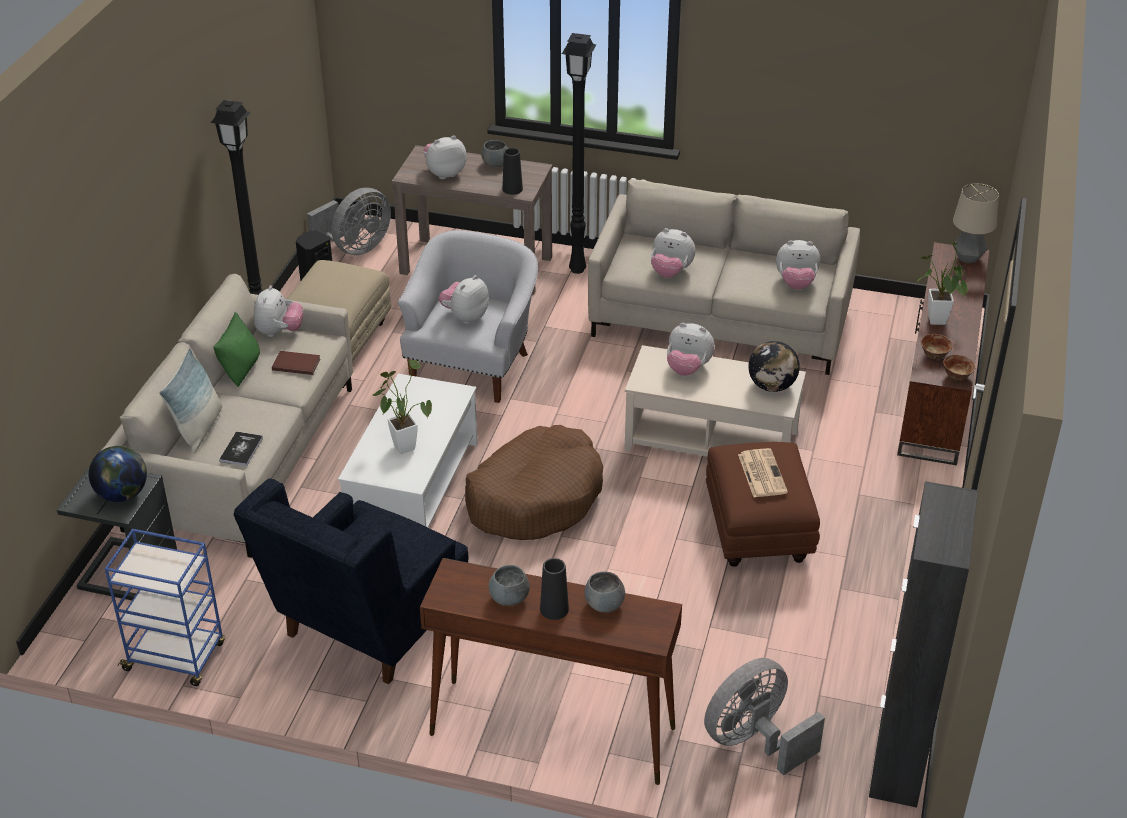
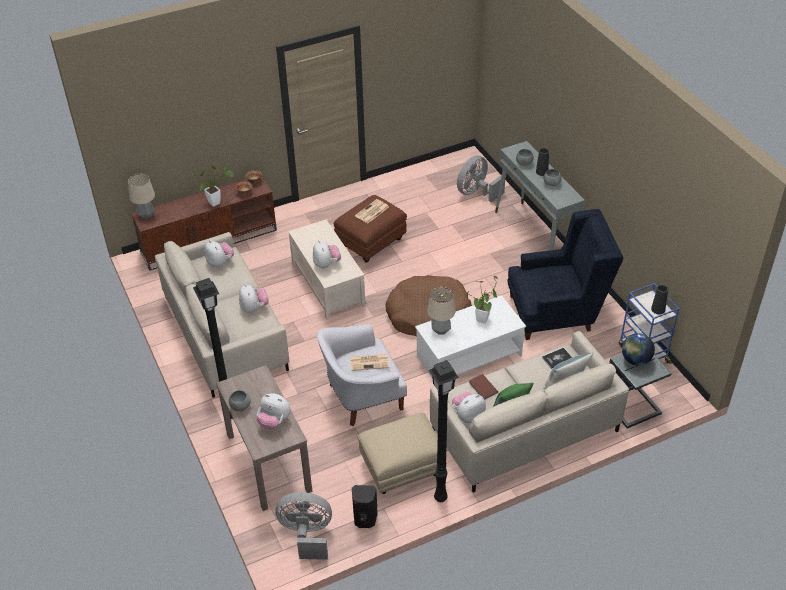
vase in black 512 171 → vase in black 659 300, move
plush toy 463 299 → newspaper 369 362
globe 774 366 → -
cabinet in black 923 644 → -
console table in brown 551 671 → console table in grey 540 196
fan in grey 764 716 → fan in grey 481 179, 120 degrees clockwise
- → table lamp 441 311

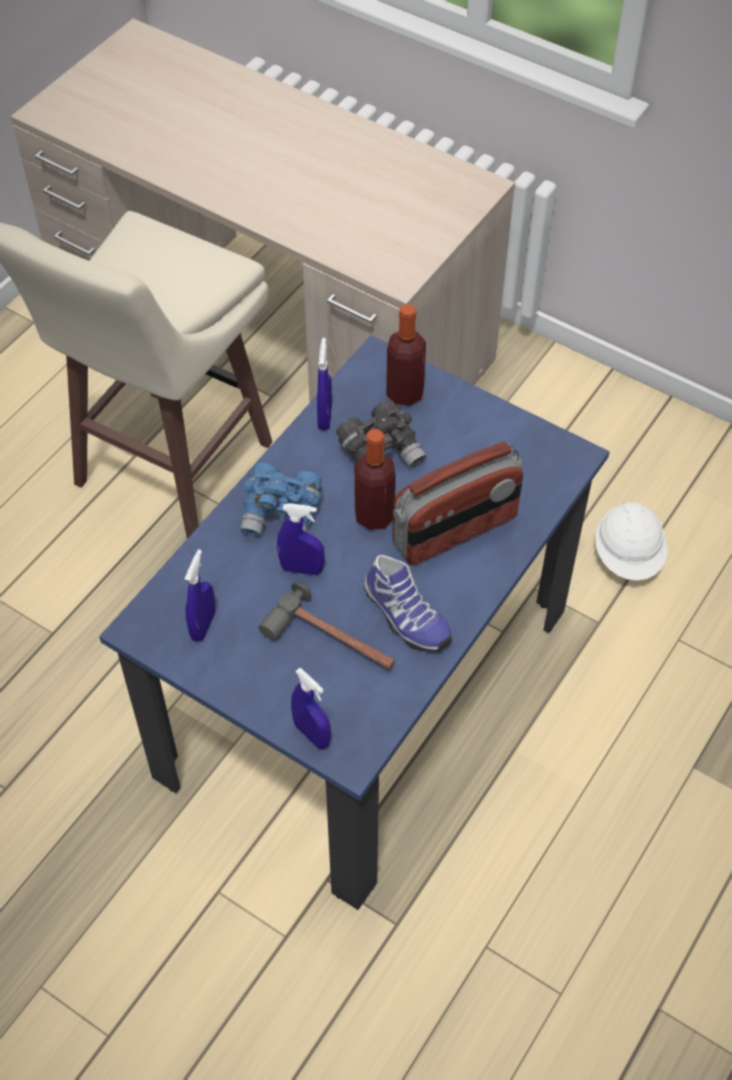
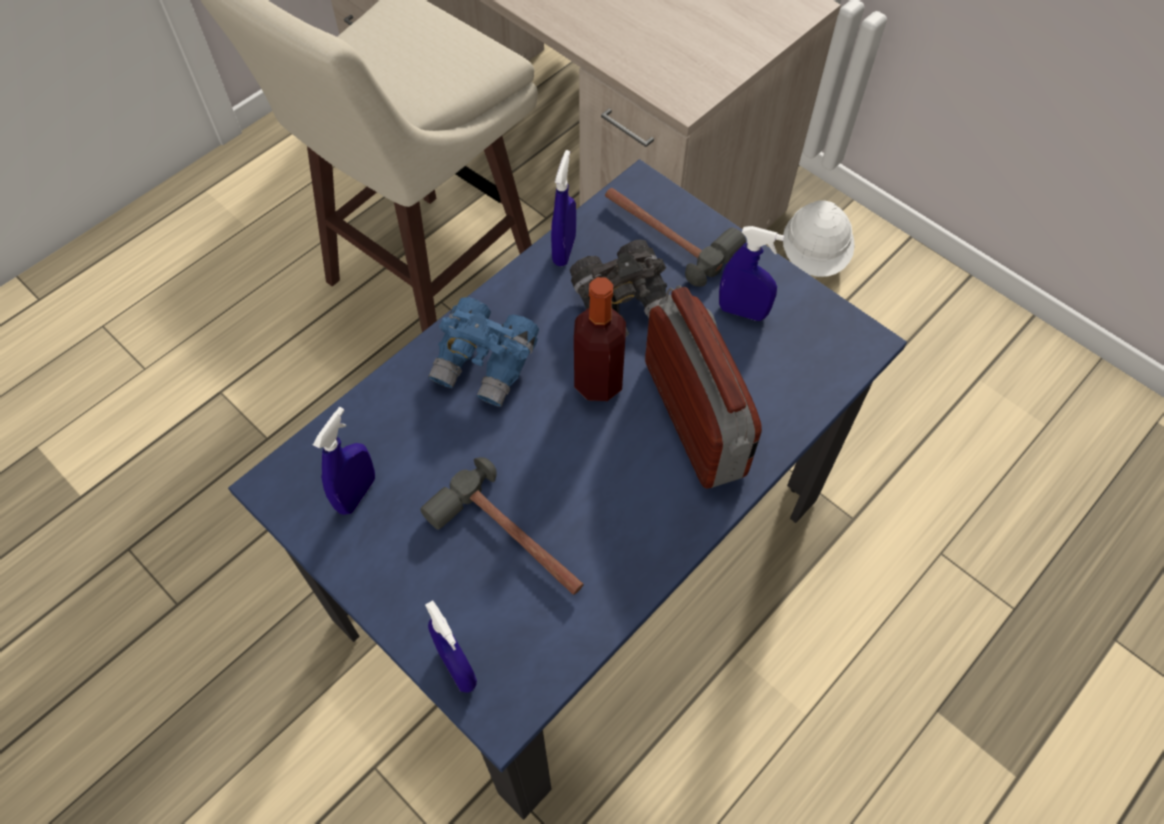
bottle 406 355 → hammer 675 237
radio 457 503 → radio 703 387, 90 degrees counterclockwise
hard hat in white 631 541 → hard hat in white 819 239, move
spray bottle in blue 301 539 → spray bottle in blue 751 273, move
shoe 408 603 → -

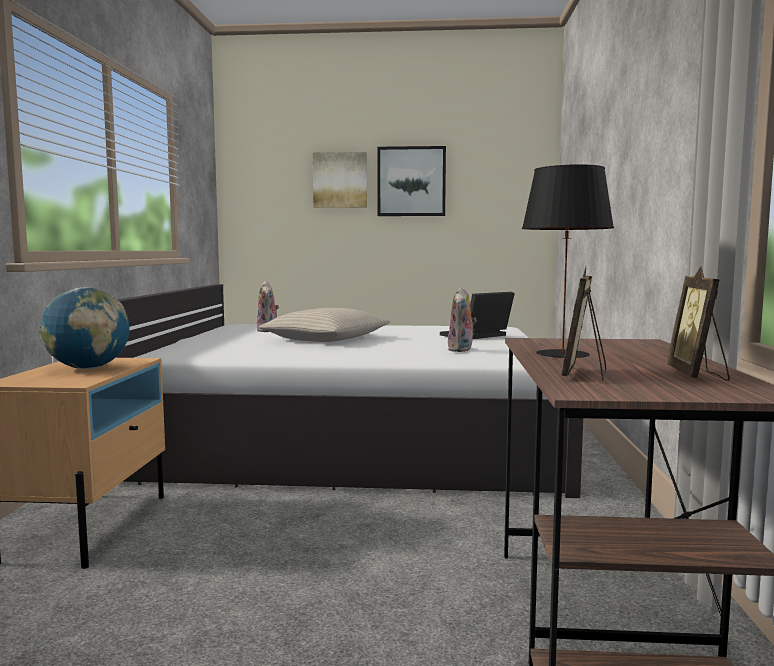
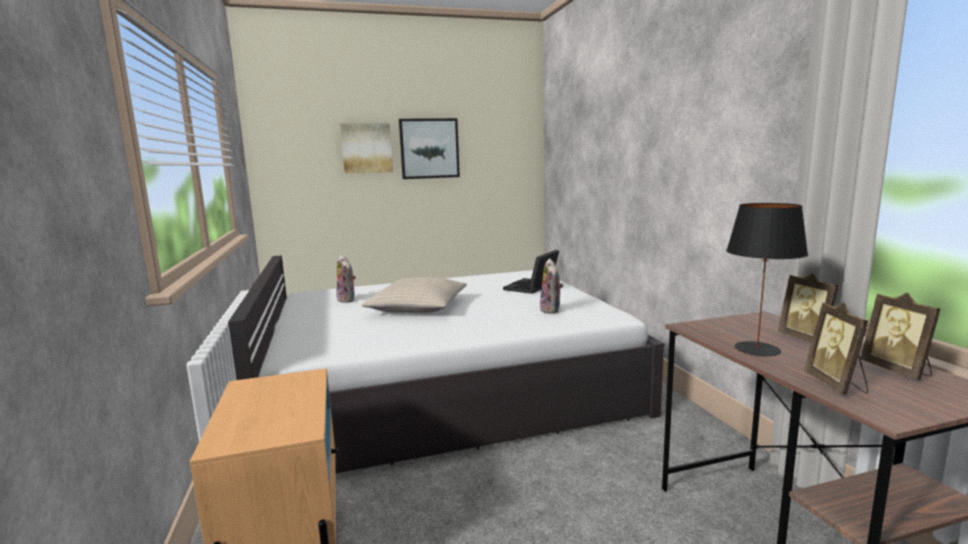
globe 84 328 → -
- → picture frame 808 307

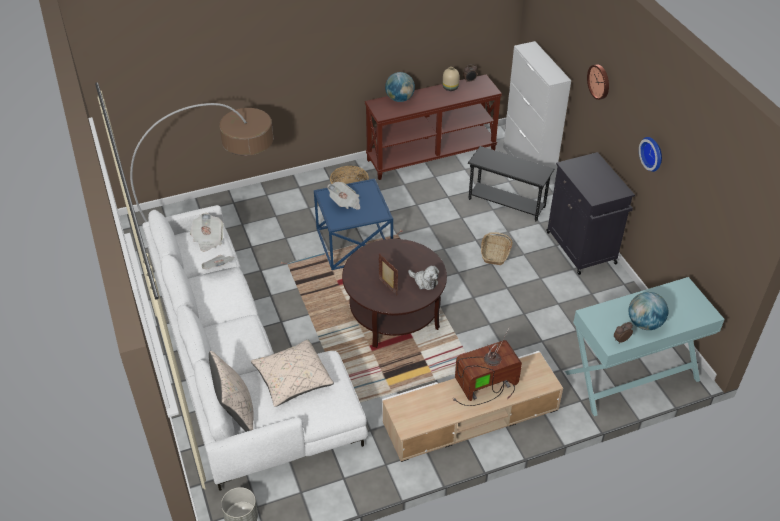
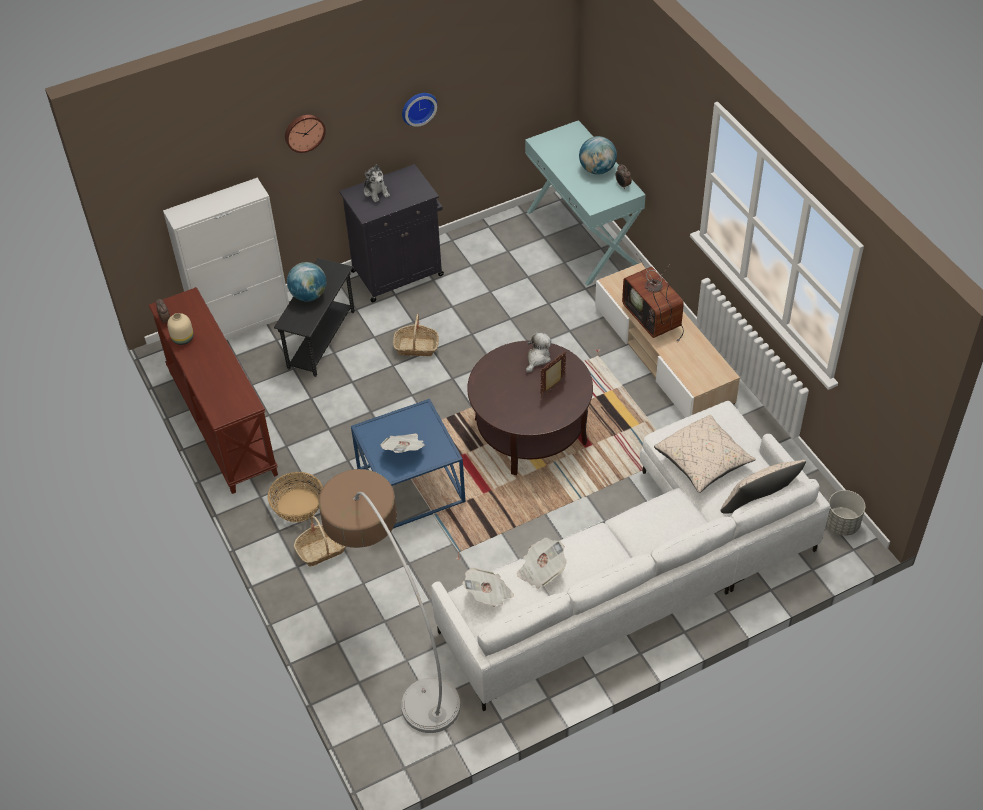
globe 400 87 → globe 306 281, move
- → plush toy 377 183
- → basket 320 541

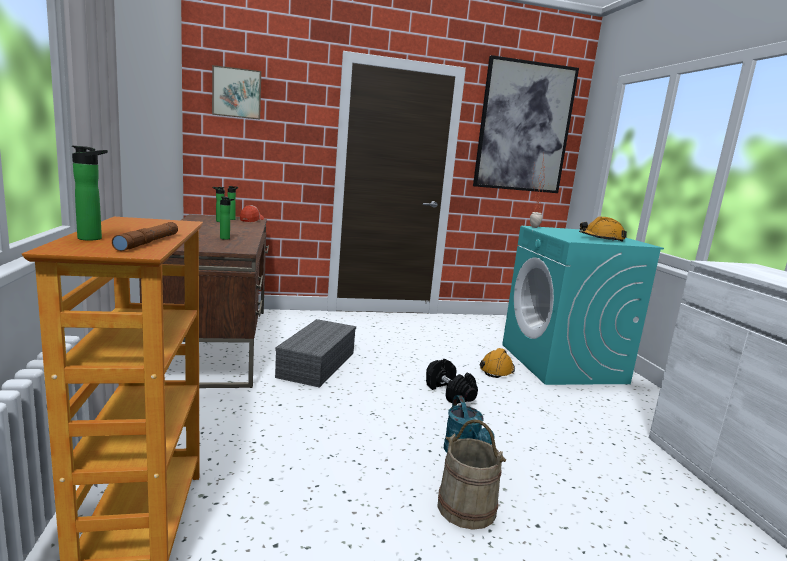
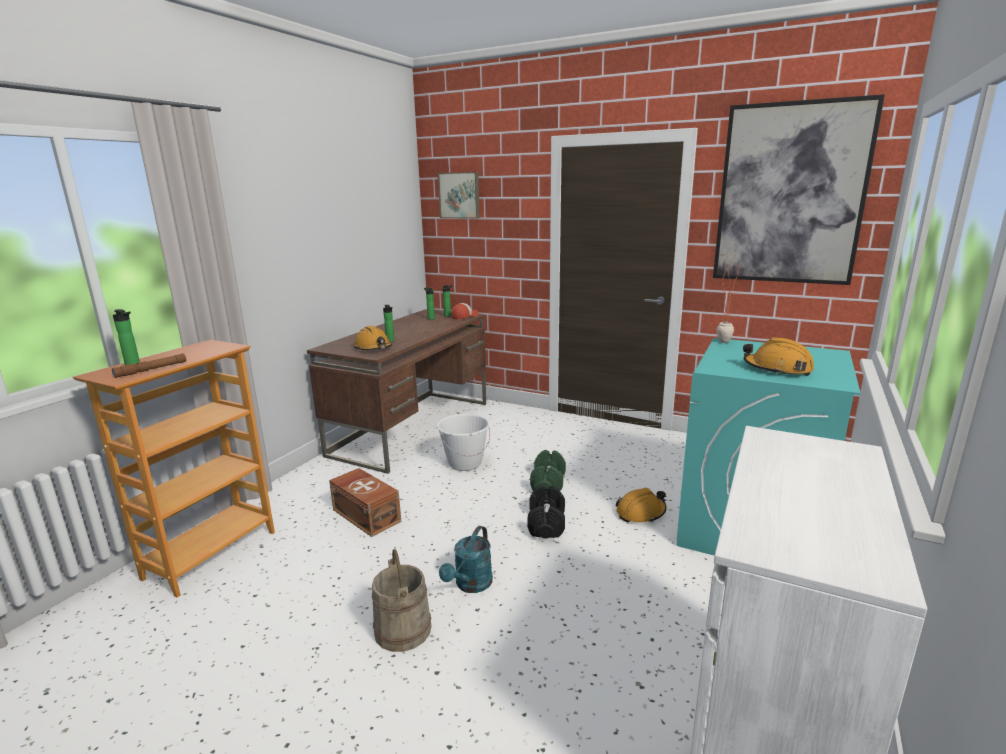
storage box in grey 315 353 → bucket in white 463 442
- → hard hat in orange 373 338
- → dumbbell in green 548 470
- → storage box in brown 365 502

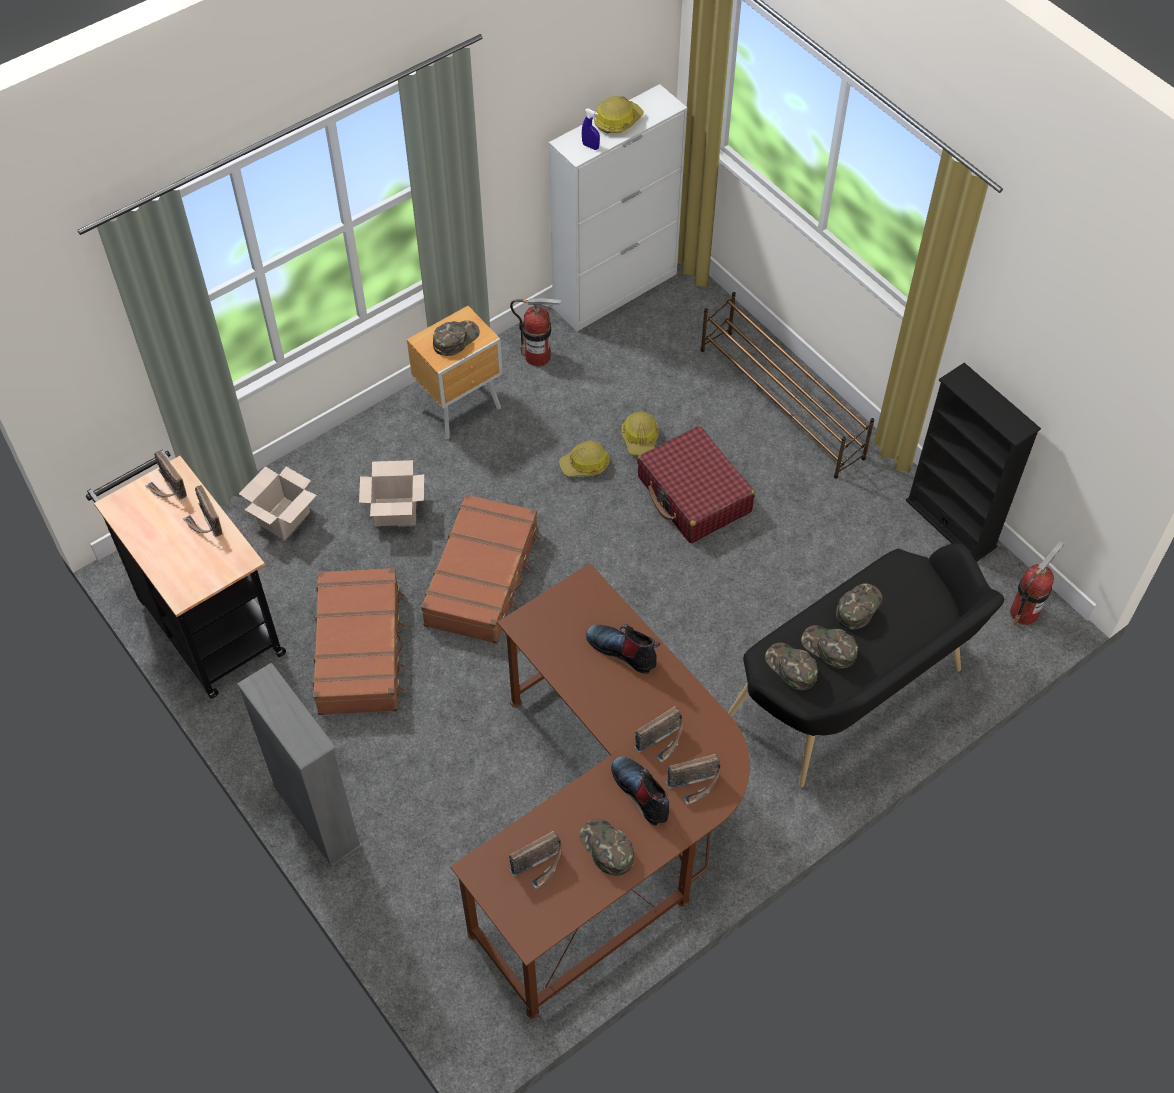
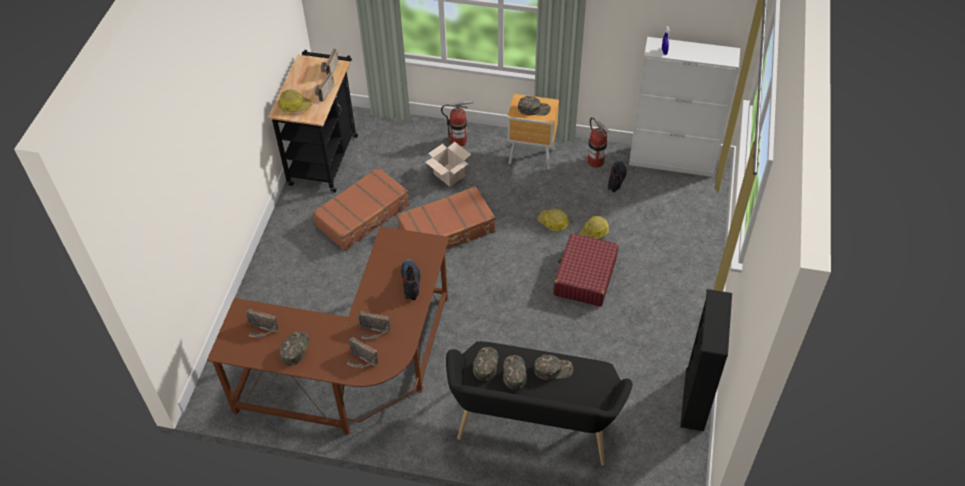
hard hat 619 114 → hard hat 295 100, move
shoe rack in brown 787 385 → -
cardboard box 278 503 → -
fire extinguisher 1037 582 → fire extinguisher 457 123, move
bookcase in grey 300 765 → -
boot 640 791 → boot 617 176, move

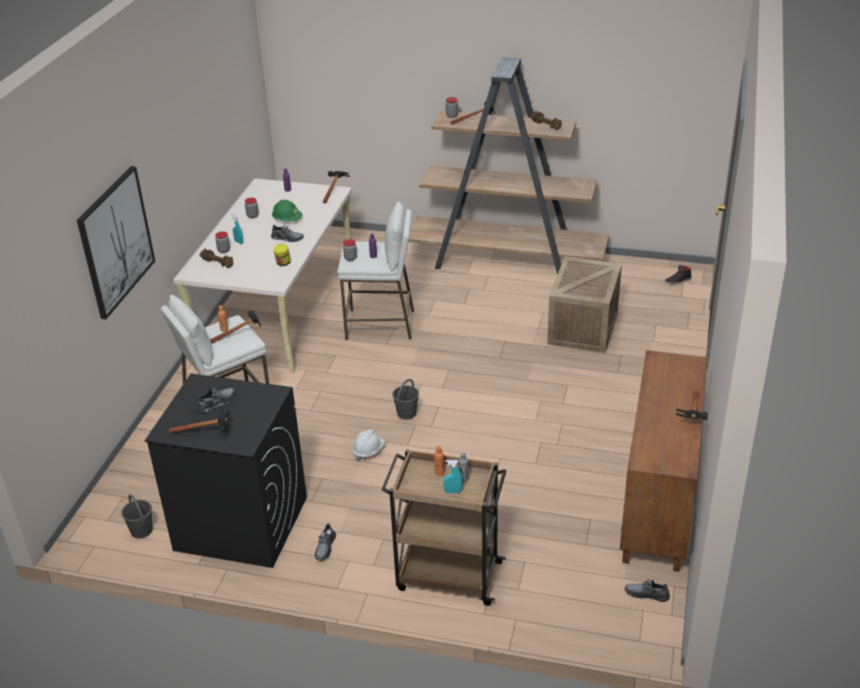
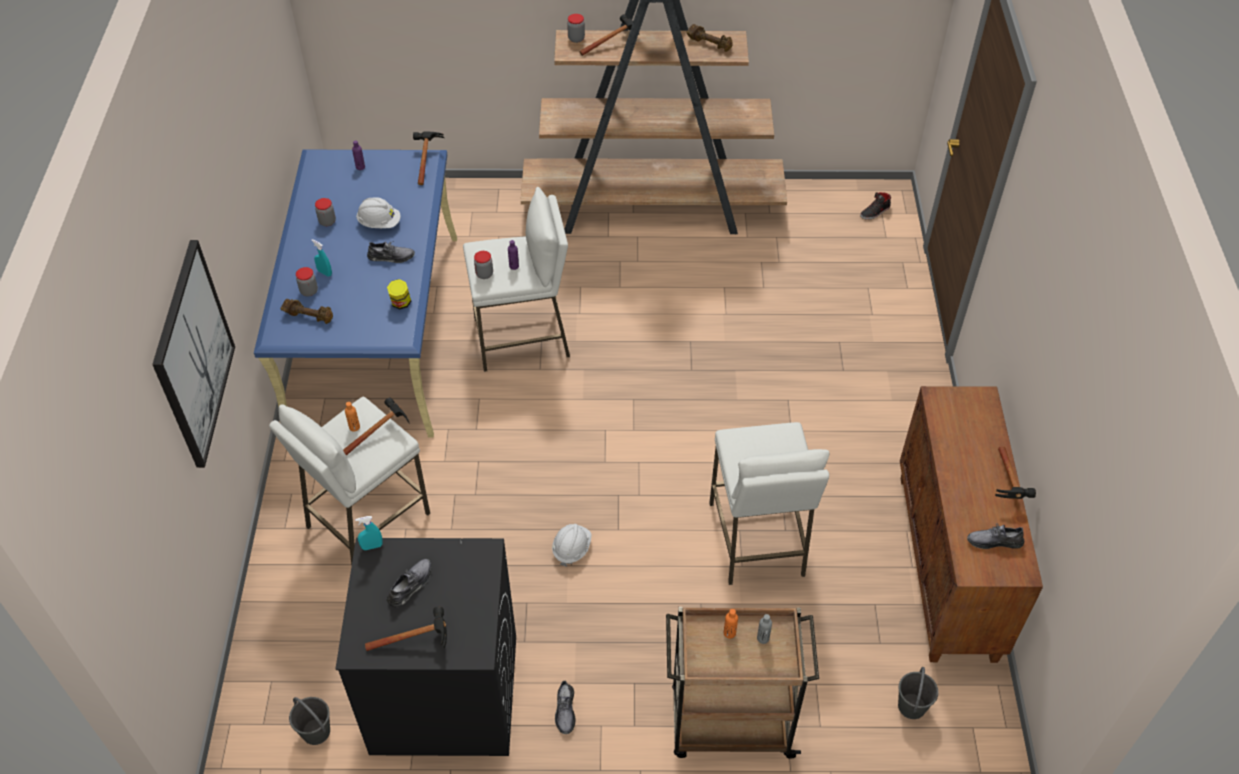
desk in beige 262 275 → desk in blue 355 294
hard hat in green 287 210 → hard hat in white 378 212
crate 584 304 → -
bucket in grey 405 399 → bucket in grey 918 693, move
spray bottle in turquoise 452 476 → spray bottle in turquoise 369 533, move
shoe in grey 647 590 → shoe in grey 995 536, move
- → stool in white 769 503

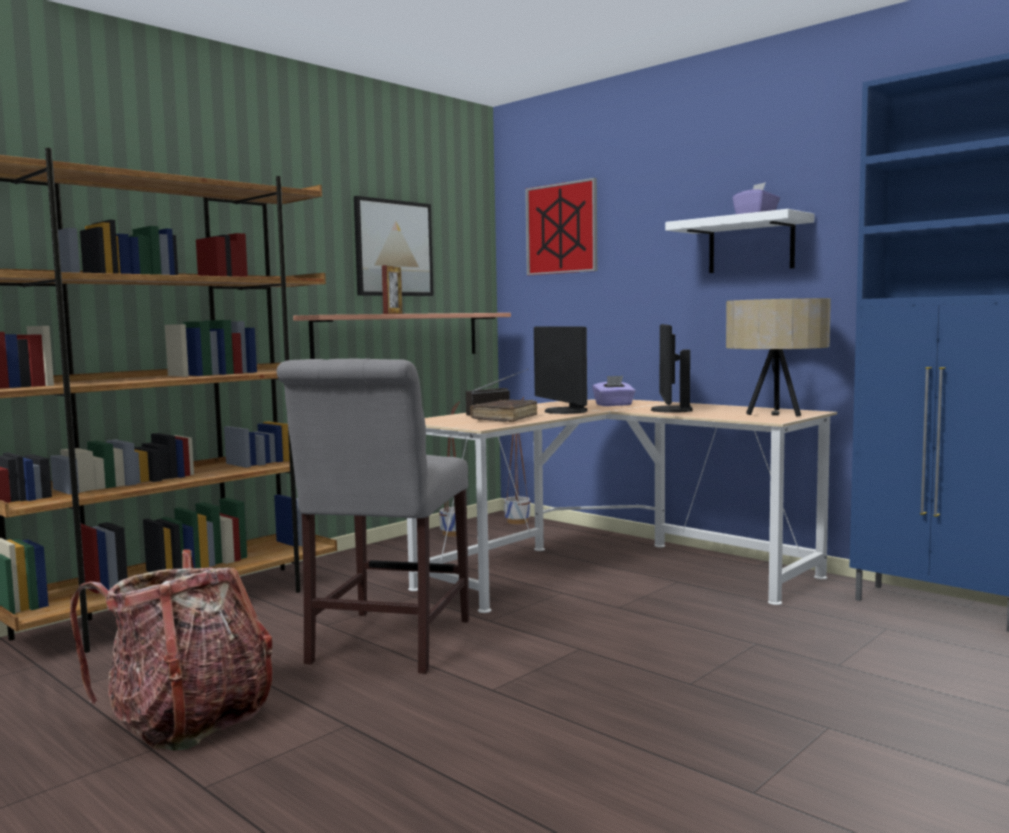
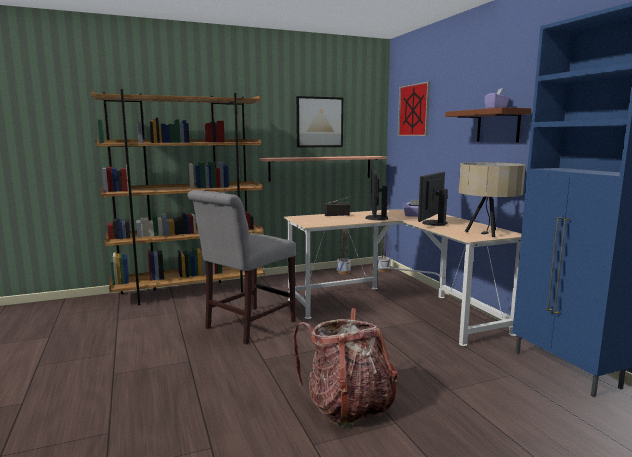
shelf in white 739 241 → shelf in brown 488 125
picture frame 392 289 → -
book in brown 503 411 → -
backpack 171 650 → backpack 345 368, move

